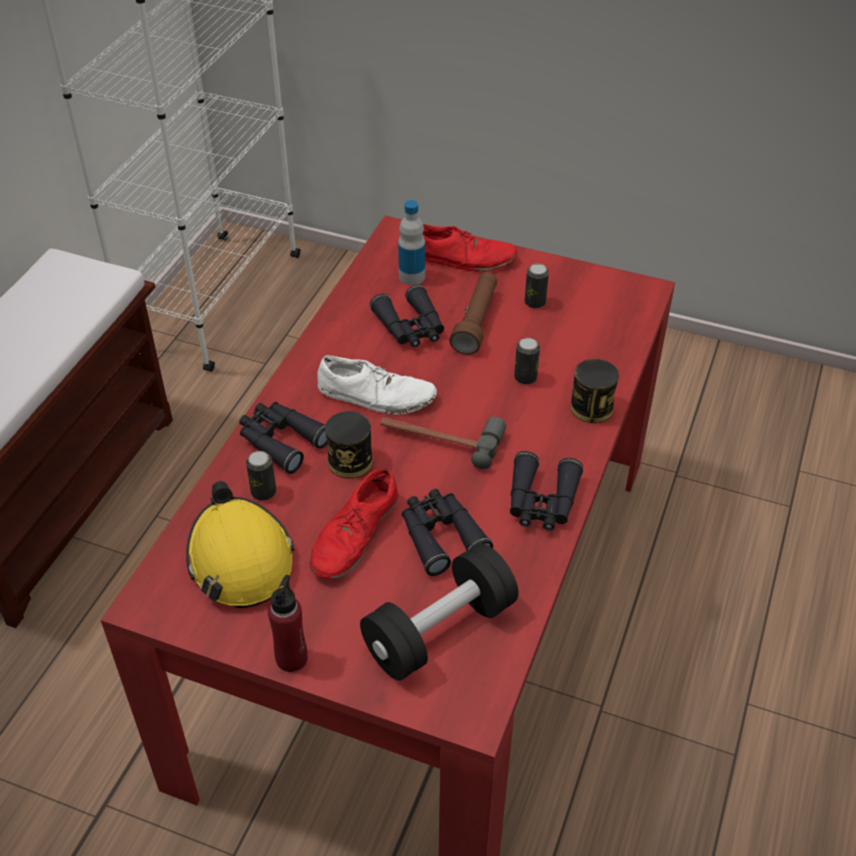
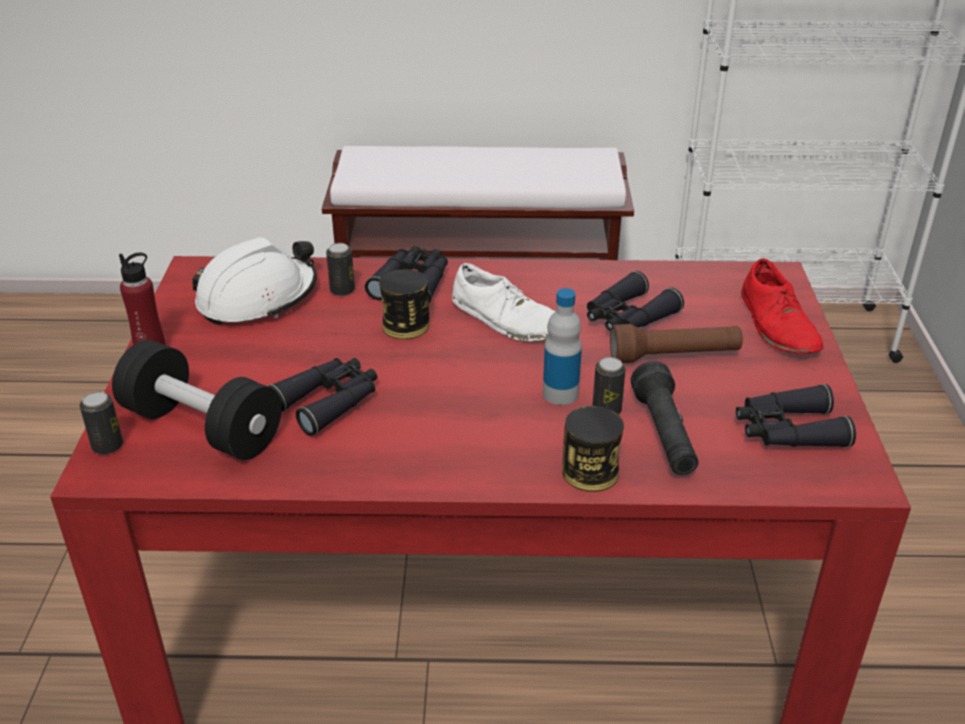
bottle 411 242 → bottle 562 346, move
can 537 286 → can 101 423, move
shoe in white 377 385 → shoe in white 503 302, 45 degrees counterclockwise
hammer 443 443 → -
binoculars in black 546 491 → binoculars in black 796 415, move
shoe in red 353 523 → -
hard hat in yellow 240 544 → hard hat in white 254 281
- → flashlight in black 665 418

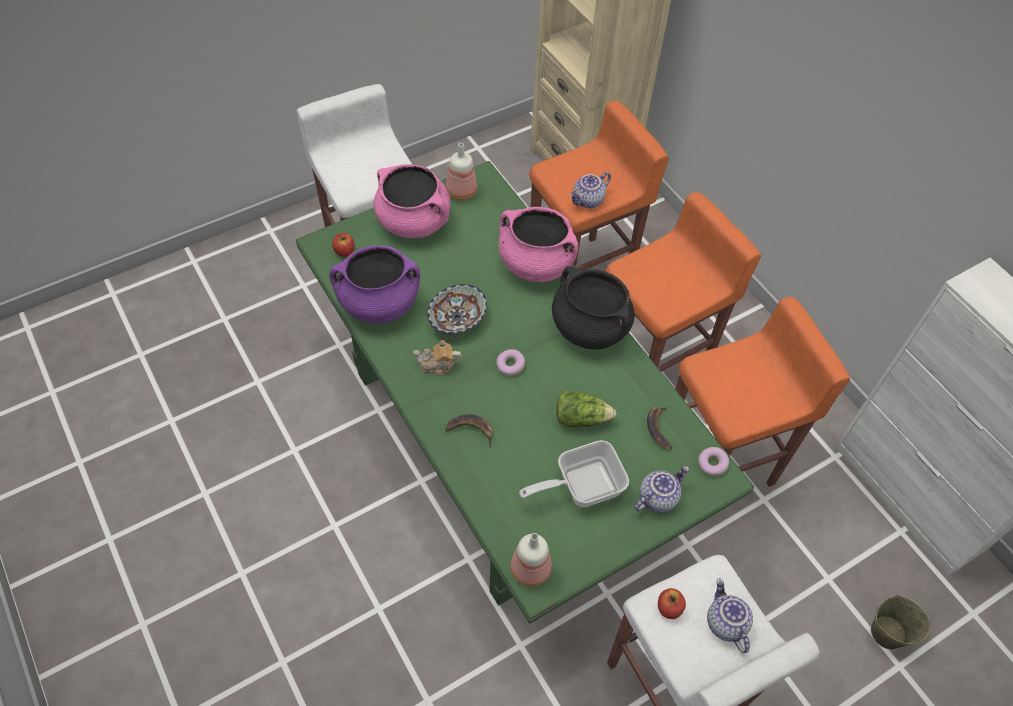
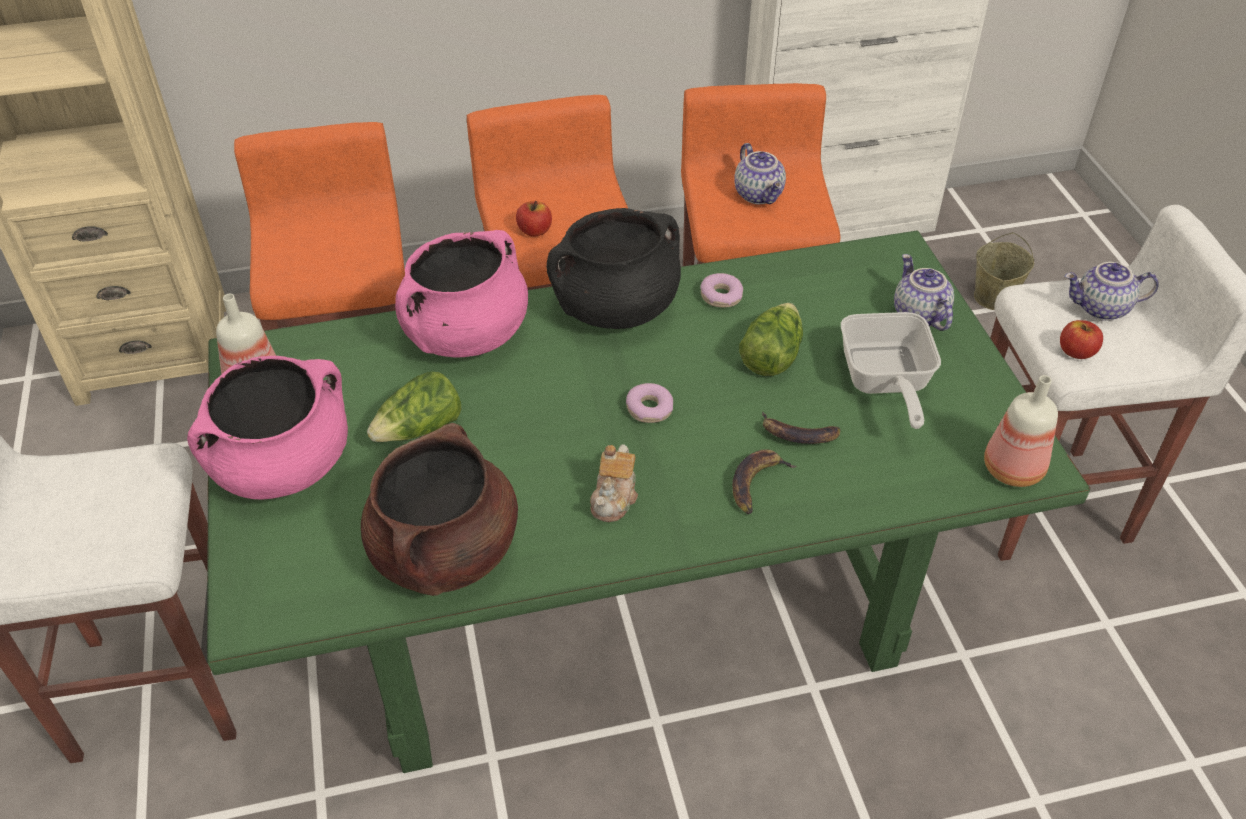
teapot 590 190 → teapot 760 173, move
apple 343 245 → apple 534 219, move
cooking pot in purple 374 284 → cooking pot in brown 439 509
bowl 457 309 → -
banana 659 428 → banana 801 427, move
donut 713 461 → donut 721 290, move
- → lettuce 414 407

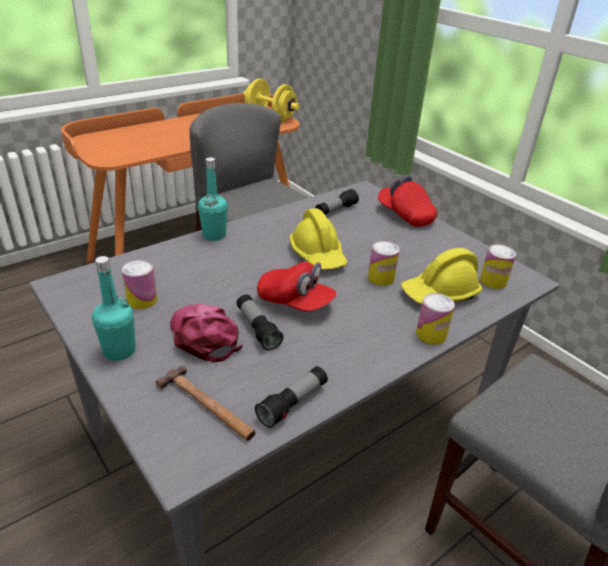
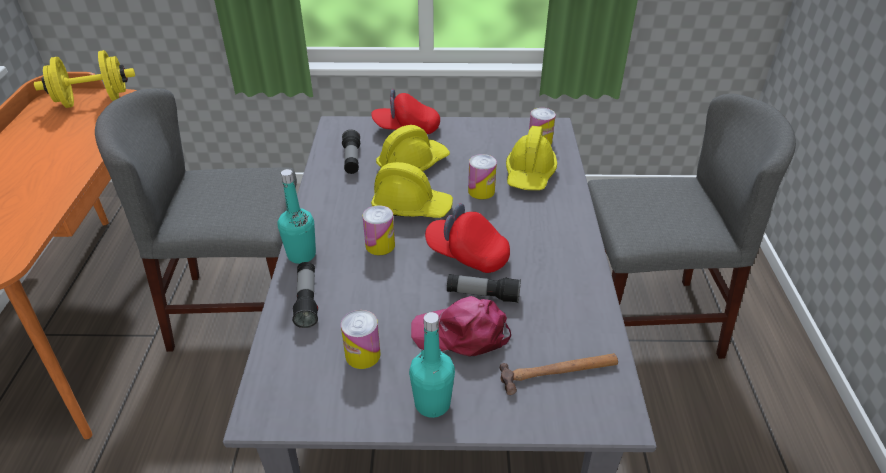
cap in red 296 286 → cap in red 467 238, 135 degrees counterclockwise
can 435 319 → can 379 230, move
flashlight 291 397 → flashlight 305 295, move
- → hard hat in yellow 413 148

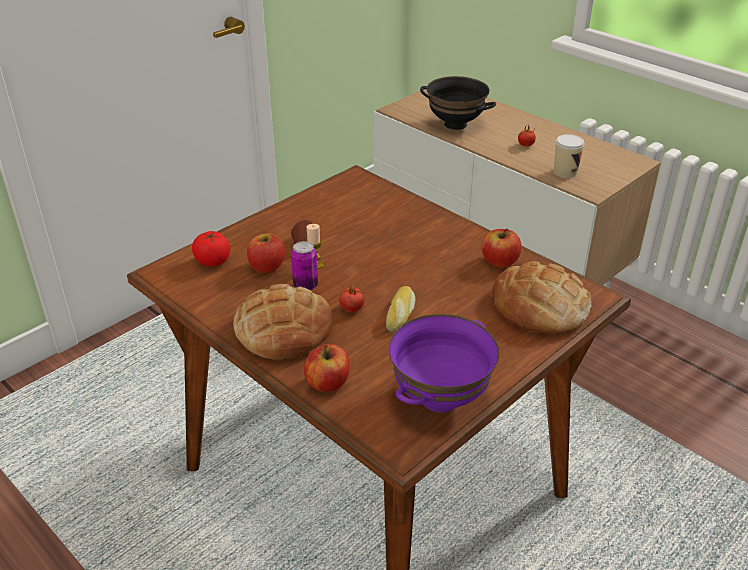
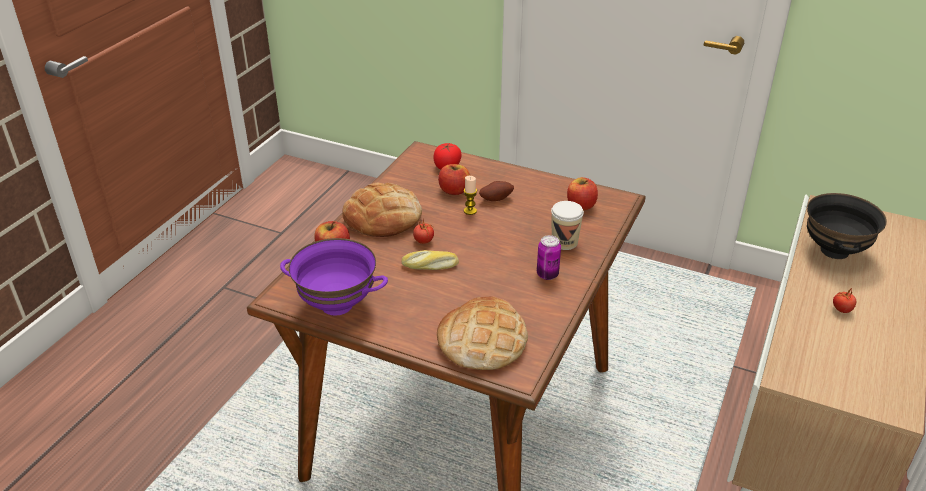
cup 569 156 → cup 567 225, move
apple 502 247 → apple 582 193, move
can 304 265 → can 549 257, move

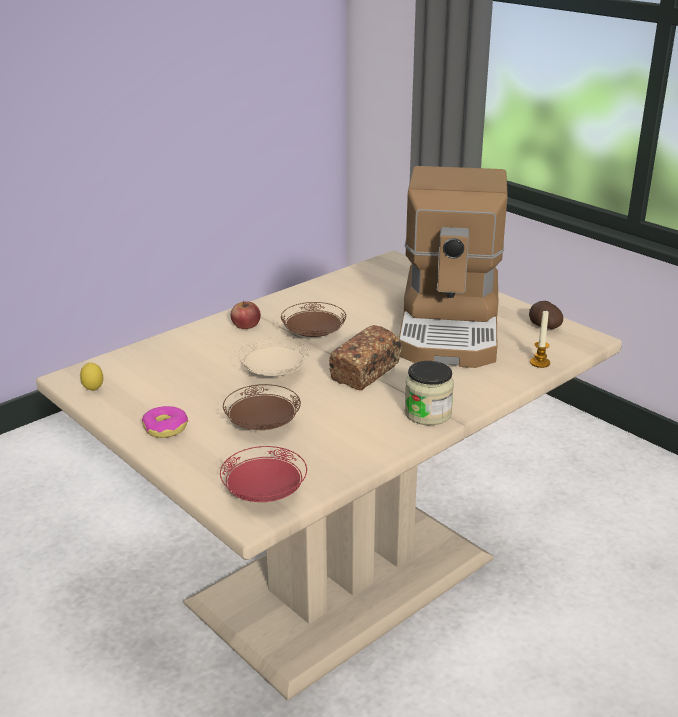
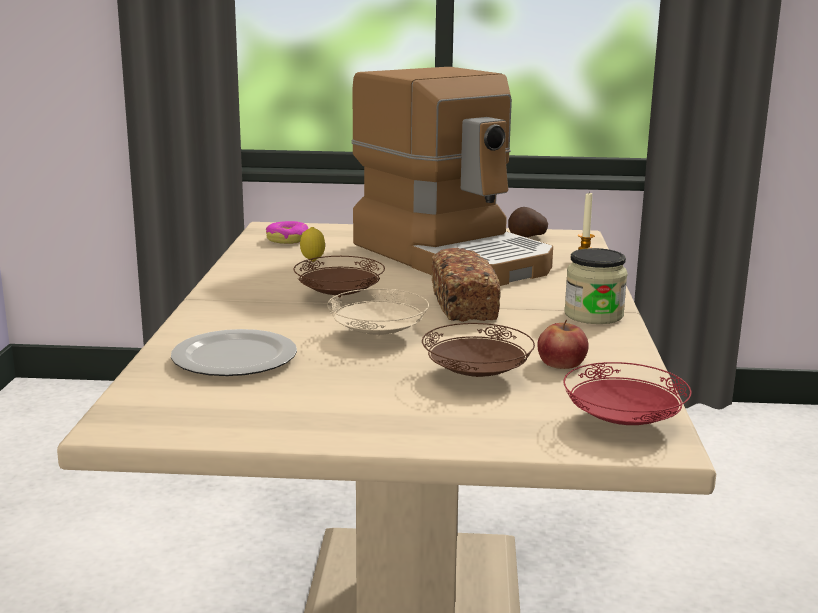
apple 246 315 → apple 563 344, move
lemon 91 376 → lemon 312 244, move
donut 165 422 → donut 287 232, move
- → plate 234 352

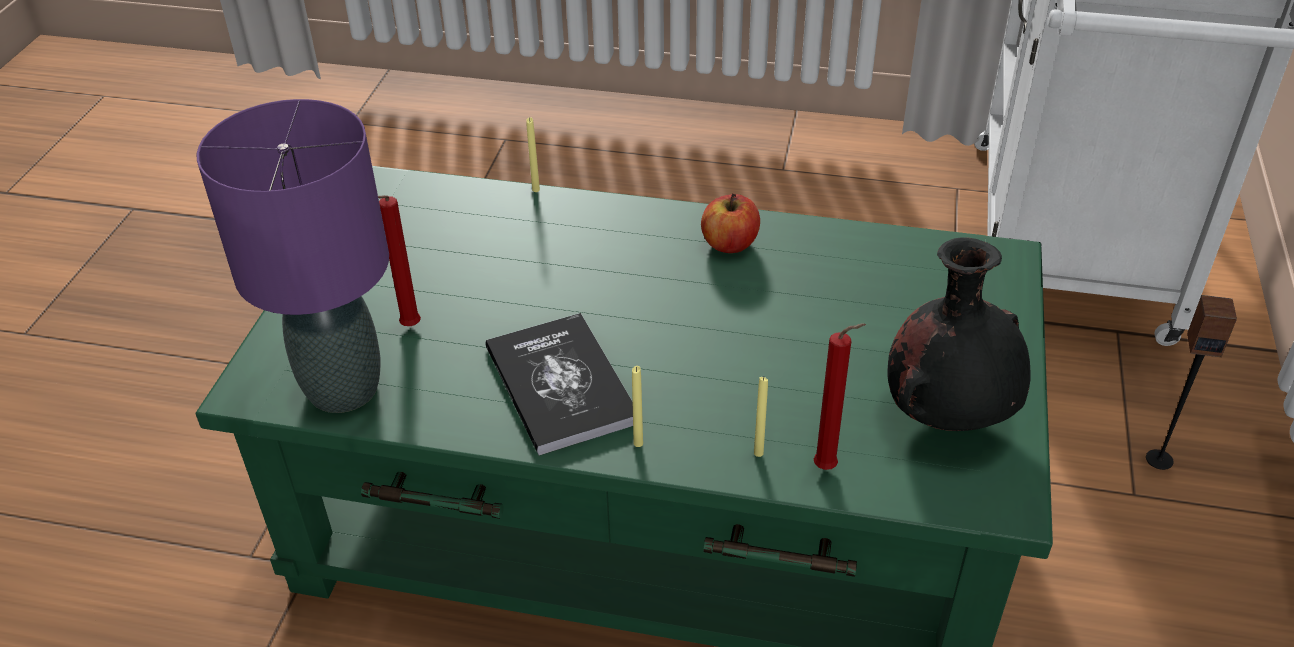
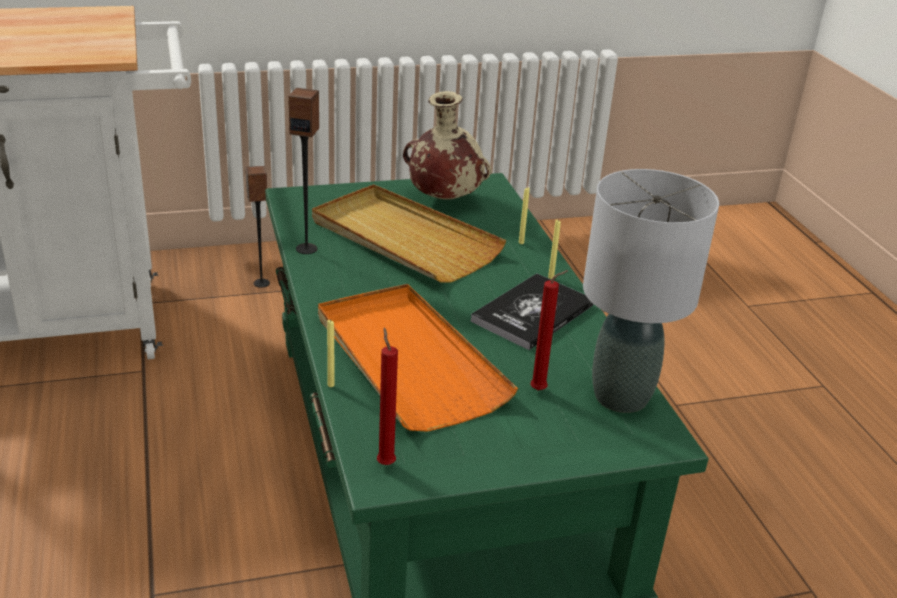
table lamp in purple 293 256 → table lamp in grey 651 291
apple 730 223 → -
vase in black 959 334 → vase in beige 447 145
candle in red 840 396 → candle in red 387 396, move
- → speaker 303 171
- → tray in beige 409 233
- → tray in orange 418 358

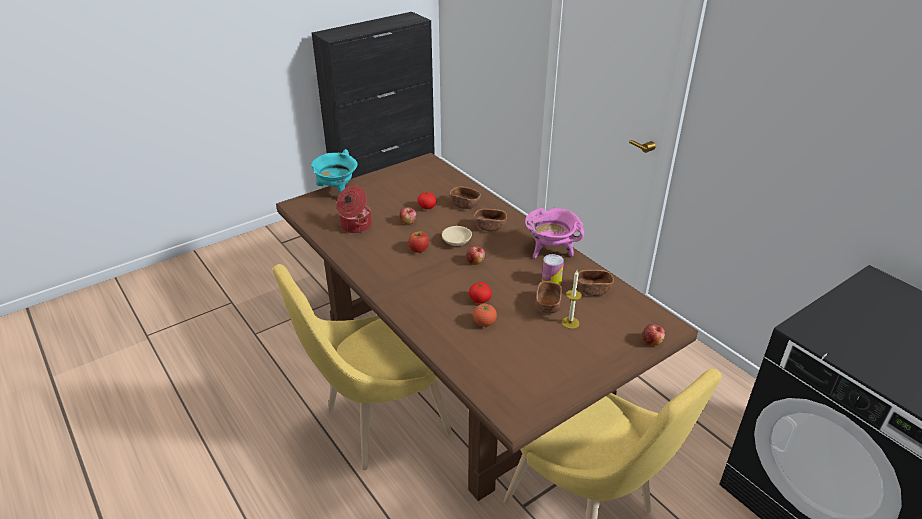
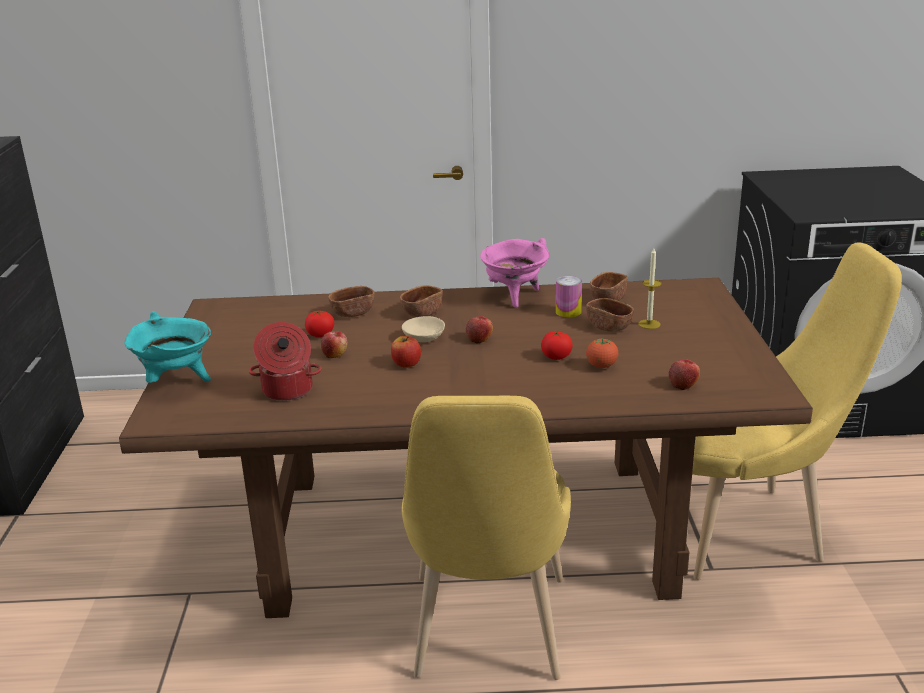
apple 653 335 → apple 684 374, move

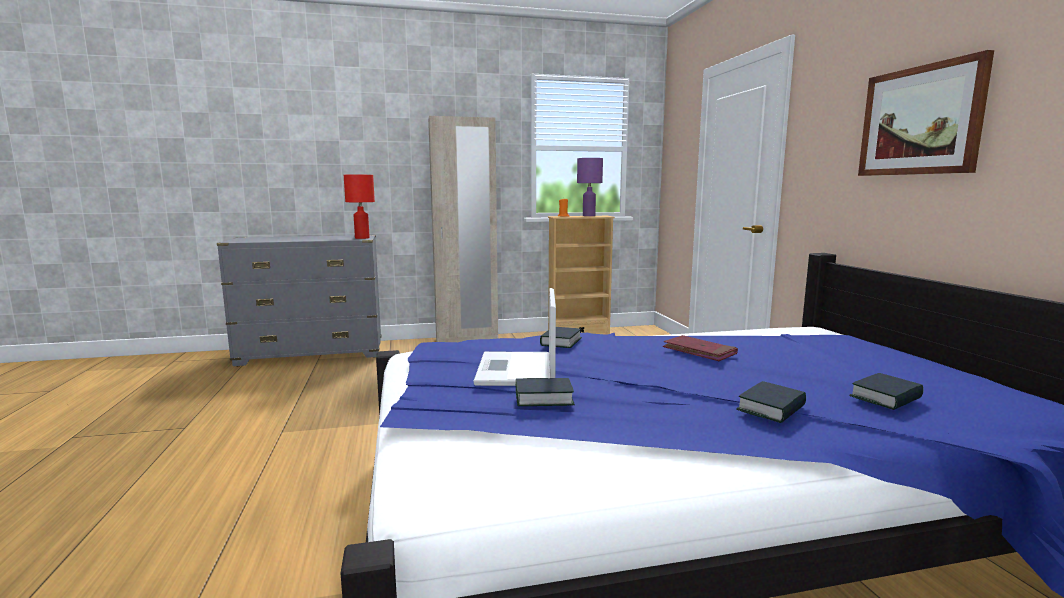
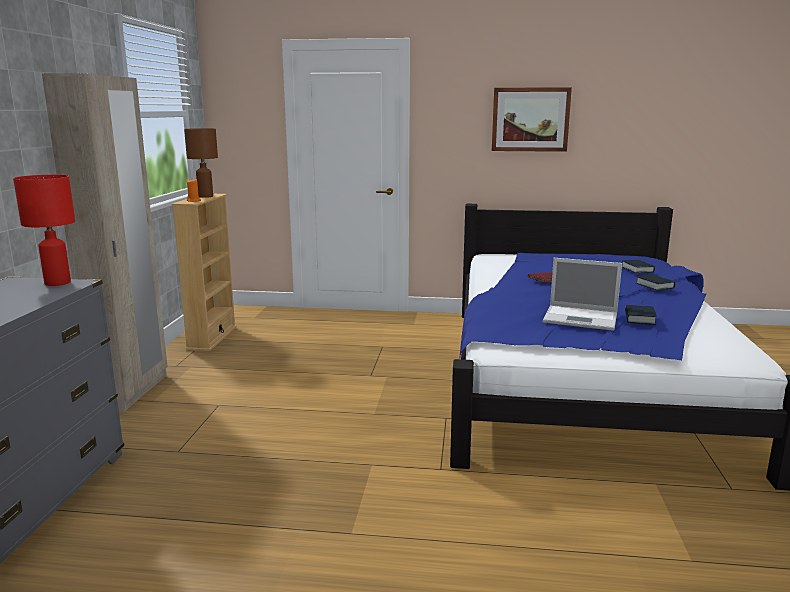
table lamp in purple 590 187 → table lamp in brown 201 163
book 561 337 → -

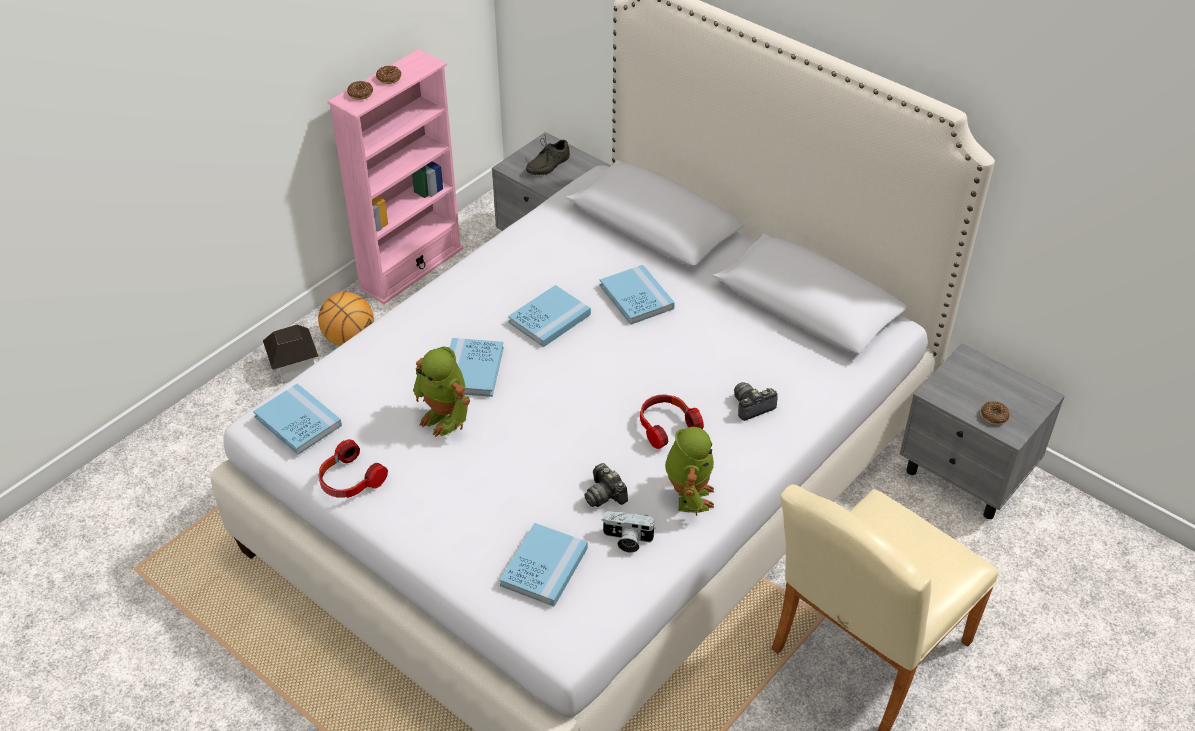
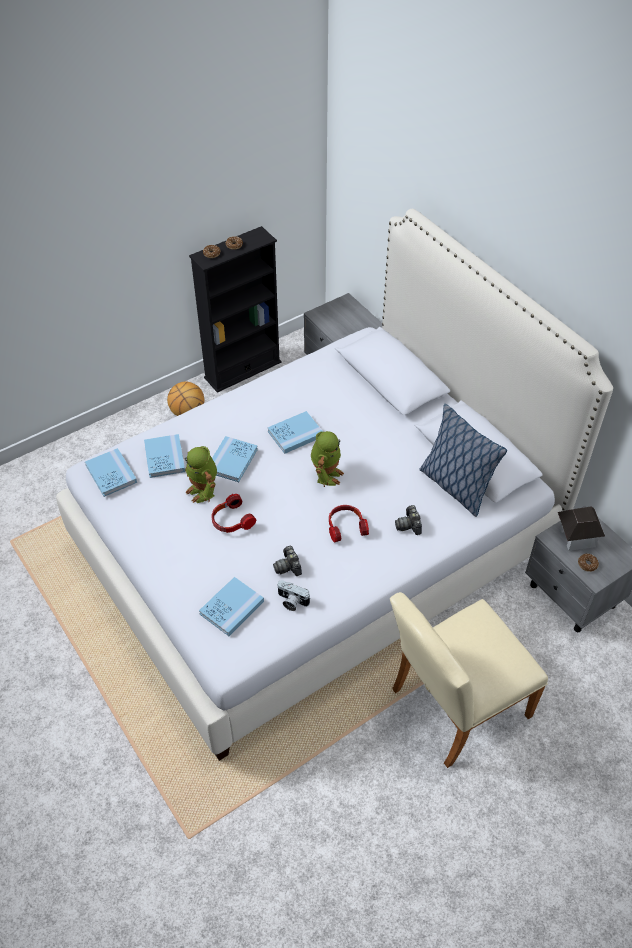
bookcase in pink 395 176 → bookcase in black 235 309
shoe in grey 548 154 → -
book in blue 637 295 → book in blue 164 456, move
toy house 290 354 → toy house 581 529, move
photo camera 756 401 → photo camera 408 520, 90 degrees counterclockwise
toy robot 689 471 → toy robot 327 459, move
headphones 353 468 → headphones 234 513, move
- → pillow 463 460

